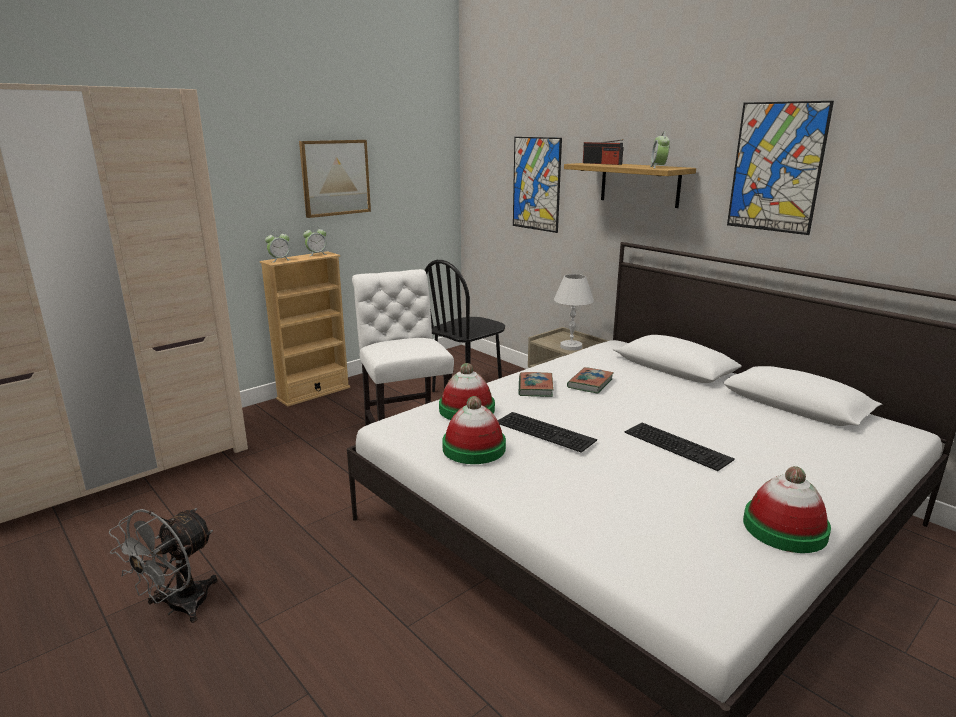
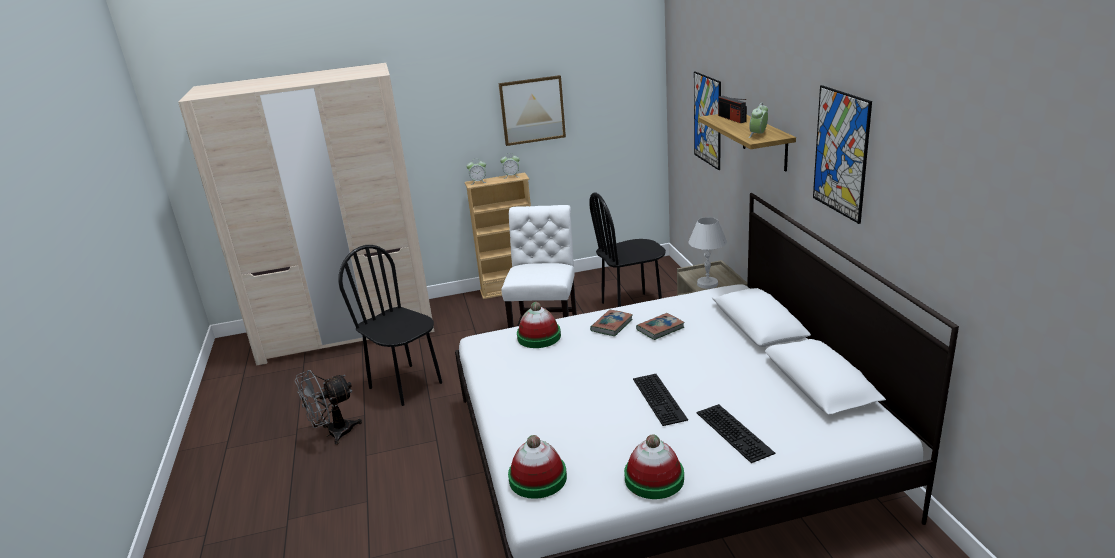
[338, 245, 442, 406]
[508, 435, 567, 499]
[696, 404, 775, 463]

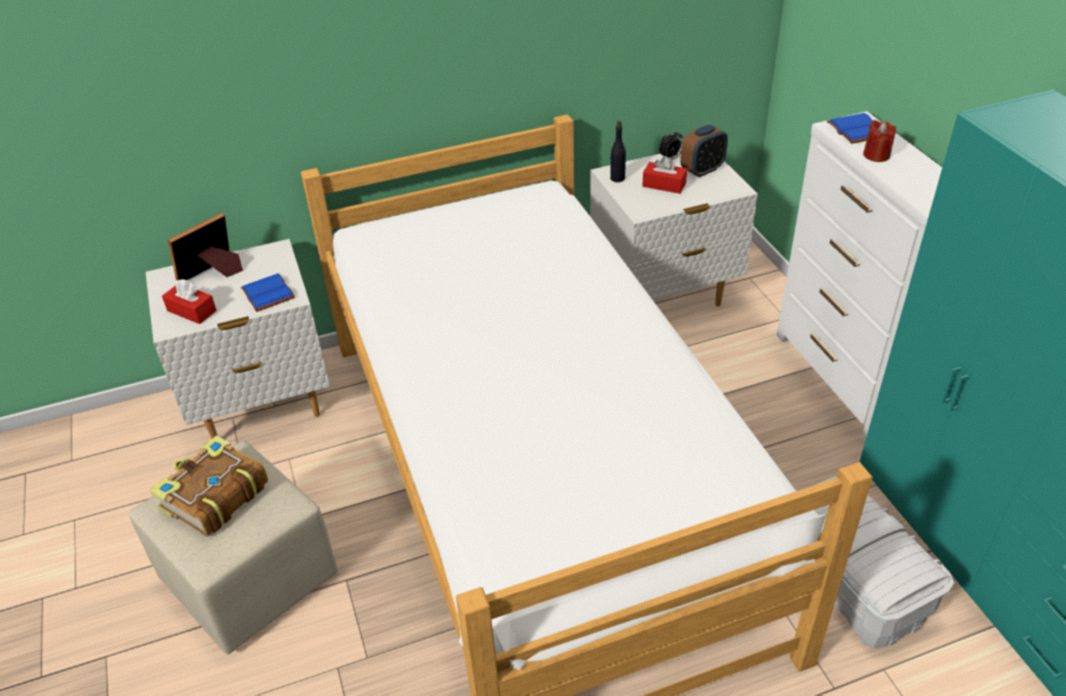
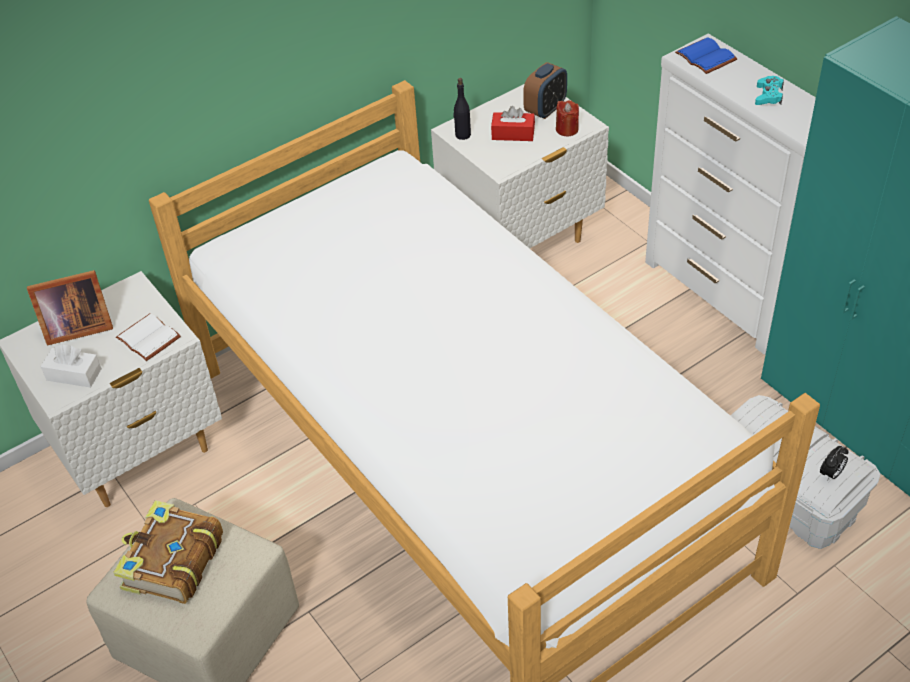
[27, 270, 113, 346]
[40, 345, 102, 388]
[116, 313, 181, 361]
[556, 100, 579, 136]
[755, 76, 784, 105]
[820, 446, 848, 481]

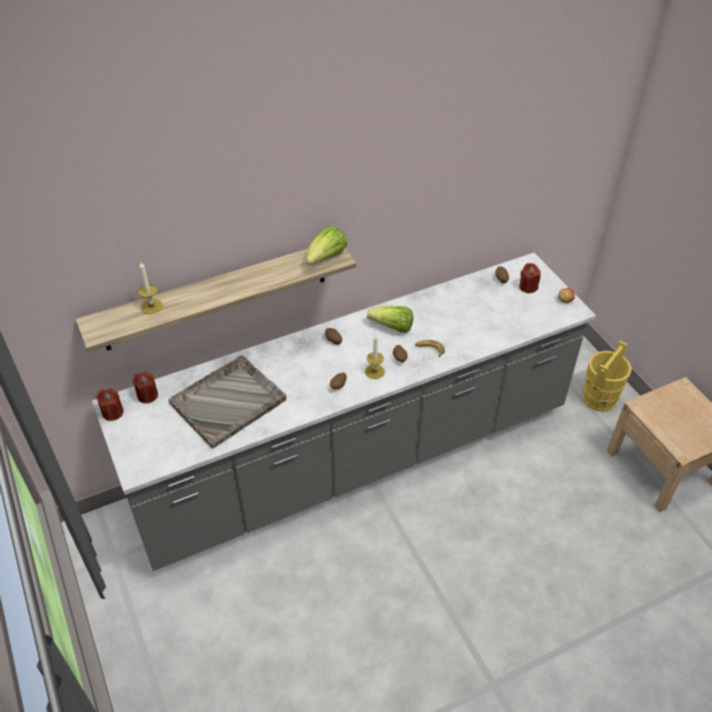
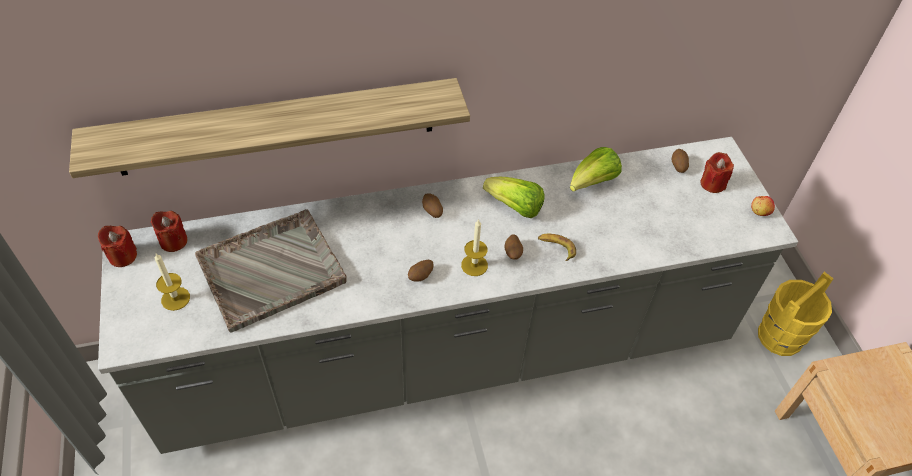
[155, 253, 190, 311]
[570, 147, 622, 192]

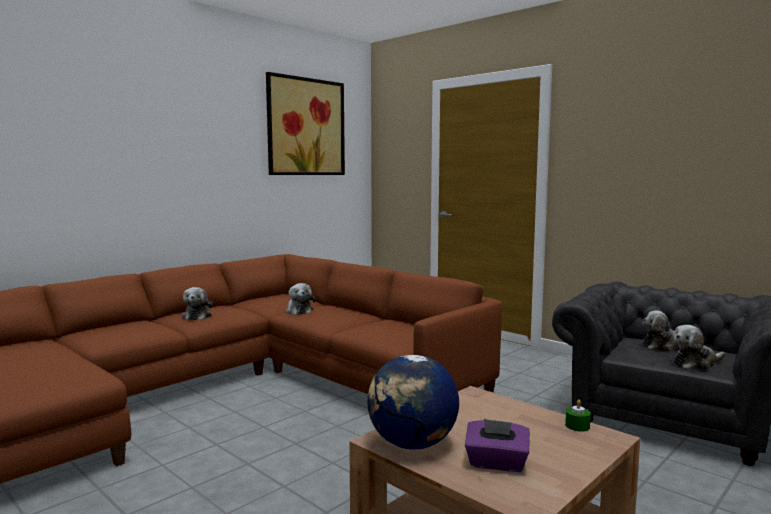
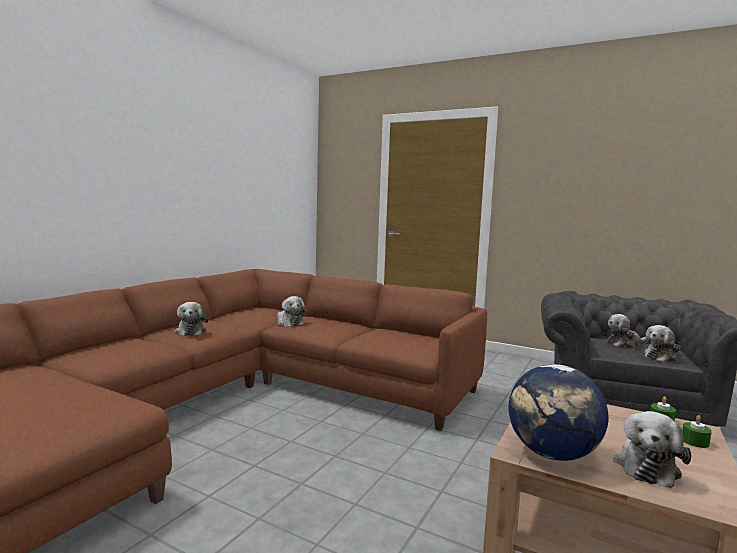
[613, 411, 691, 488]
[682, 415, 712, 448]
[266, 72, 345, 175] (first image)

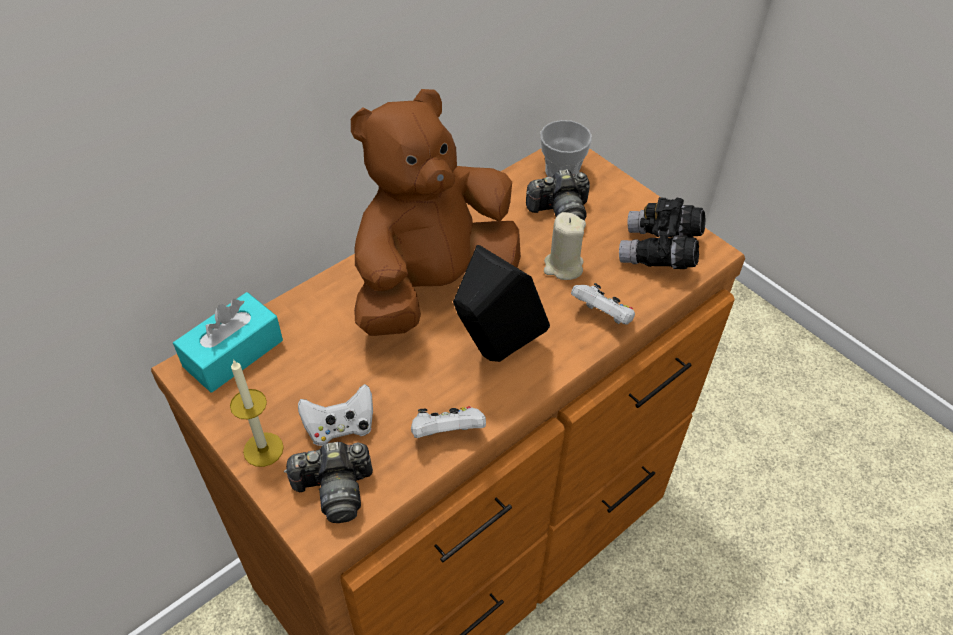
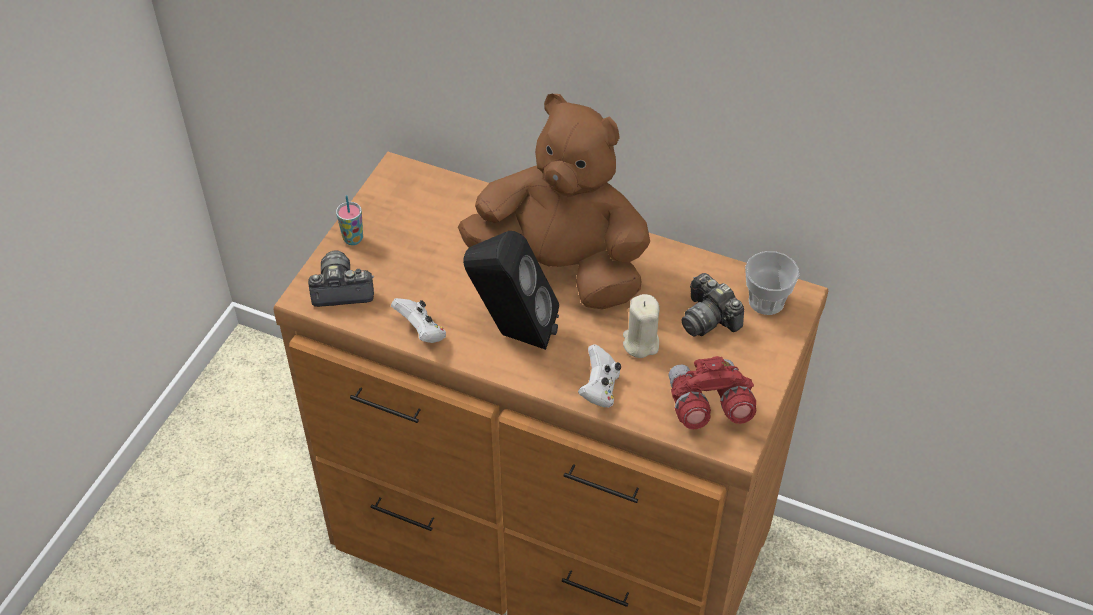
[308, 250, 374, 307]
[336, 195, 363, 245]
[668, 356, 756, 429]
[173, 292, 283, 393] (first image)
[298, 384, 373, 446] (first image)

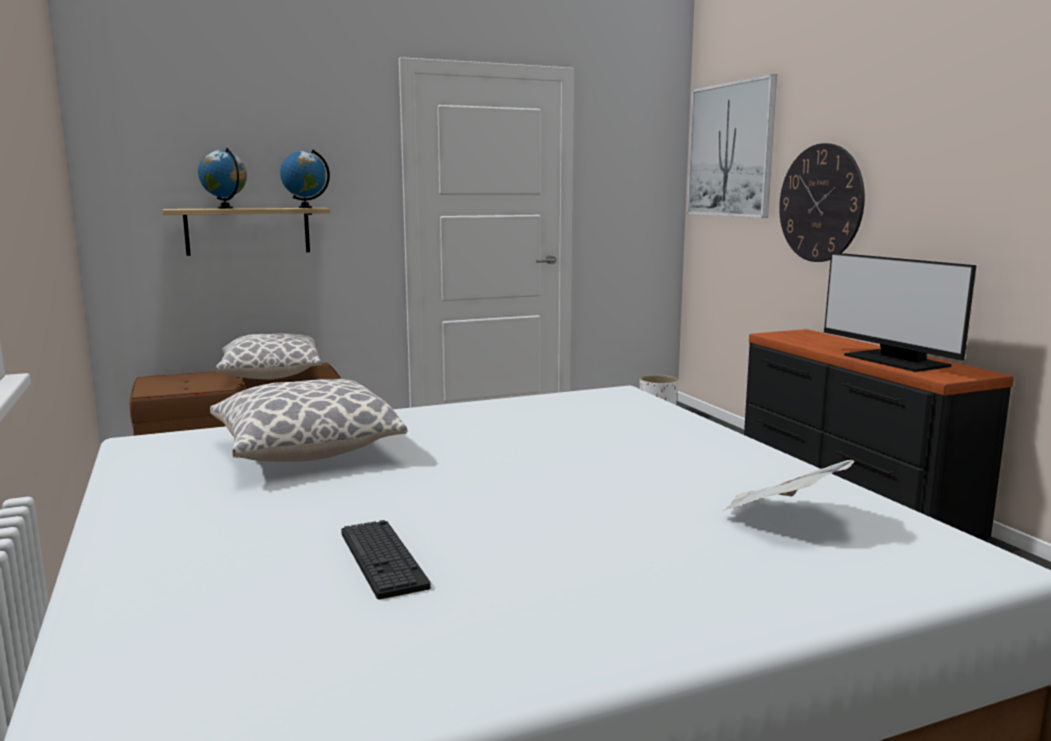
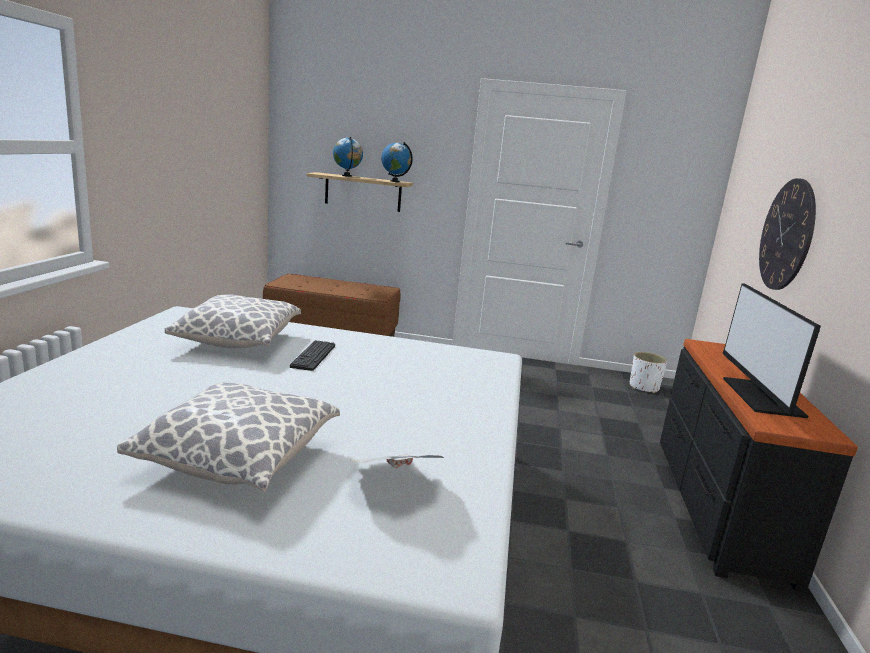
[117, 382, 340, 492]
[290, 340, 335, 371]
[687, 74, 777, 218] (first image)

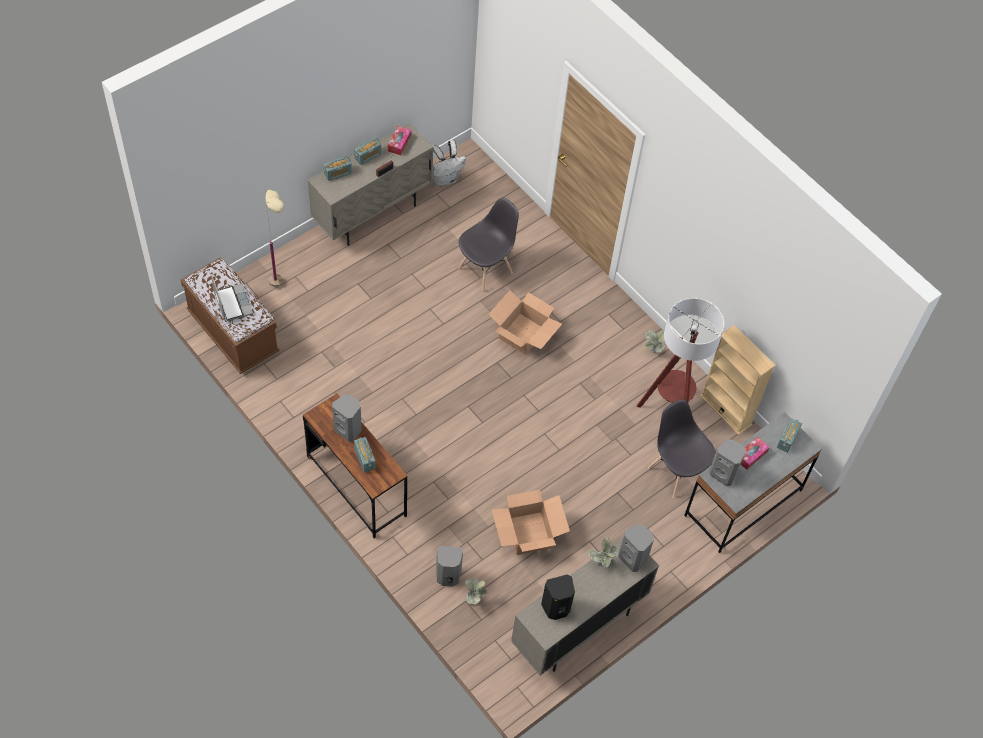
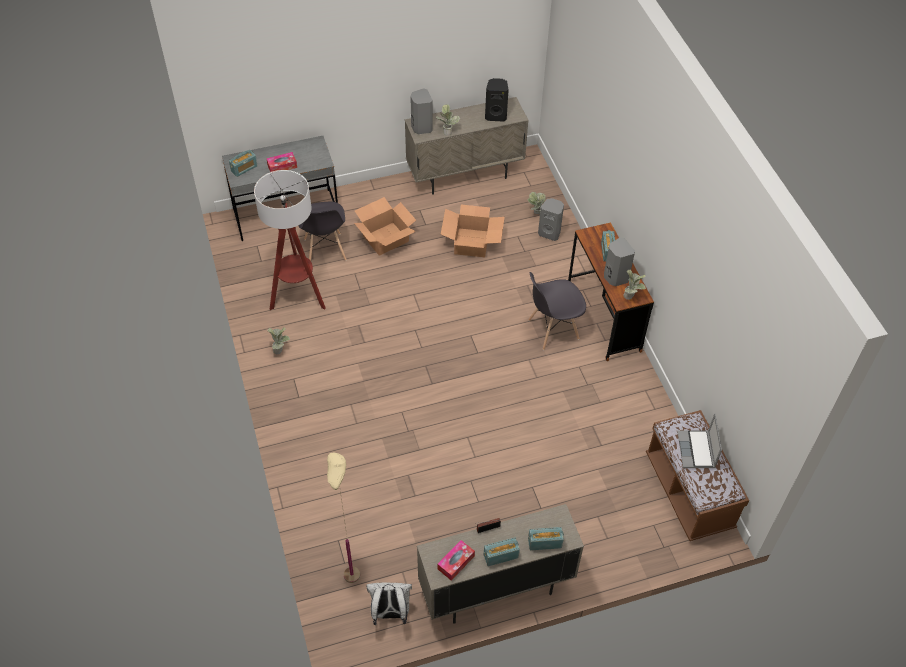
[327, 452, 360, 583]
[354, 197, 416, 256]
[528, 272, 586, 350]
[623, 270, 646, 300]
[700, 325, 776, 435] (first image)
[709, 439, 746, 486] (first image)

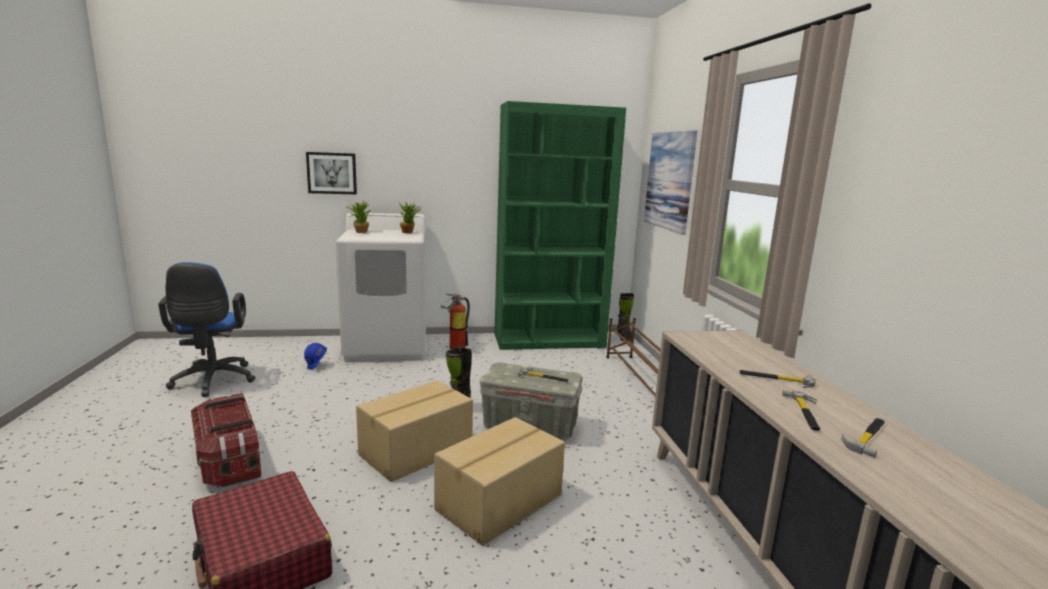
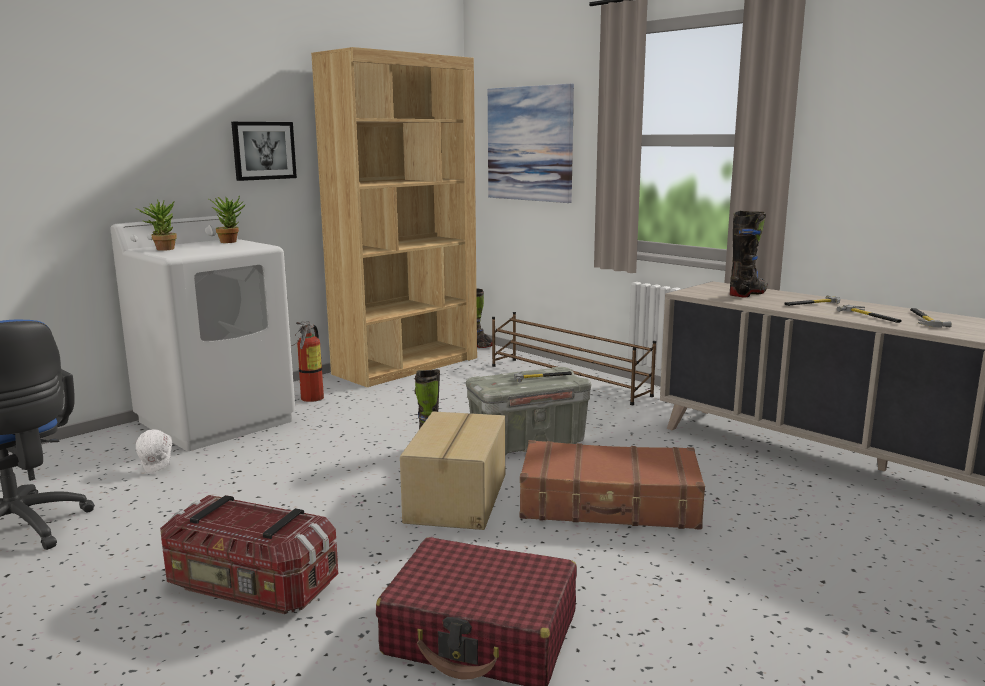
[136, 429, 172, 473]
[231, 122, 297, 181]
[311, 47, 477, 387]
[520, 440, 705, 530]
[730, 210, 768, 298]

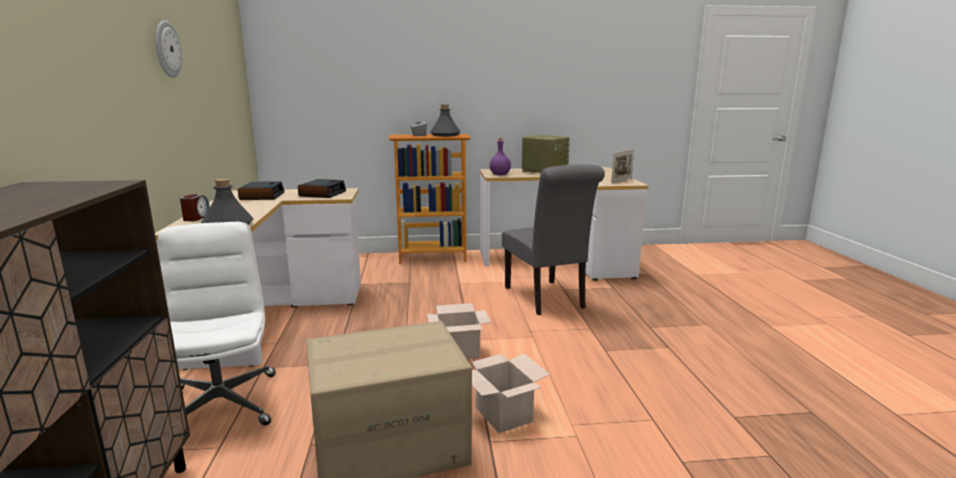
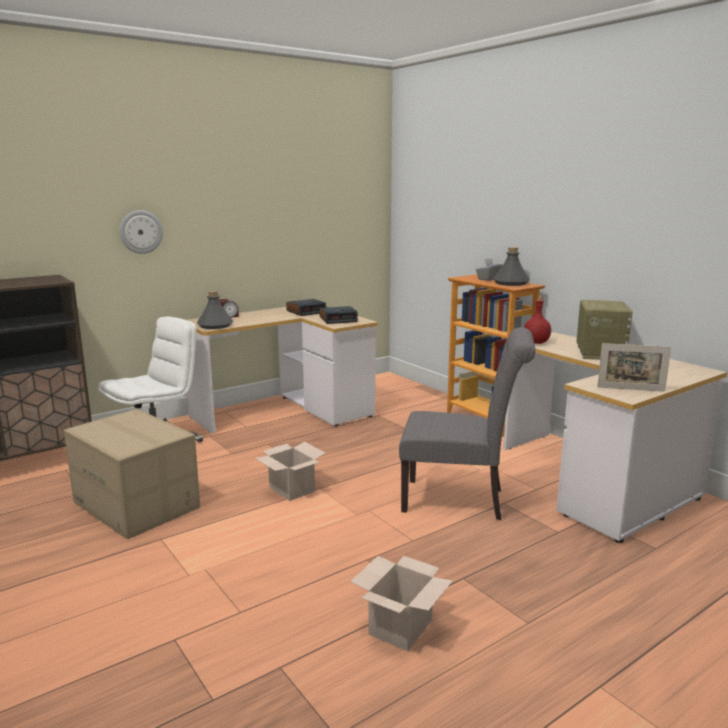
[120, 210, 163, 254]
[350, 556, 453, 651]
[399, 327, 535, 520]
[524, 296, 551, 344]

